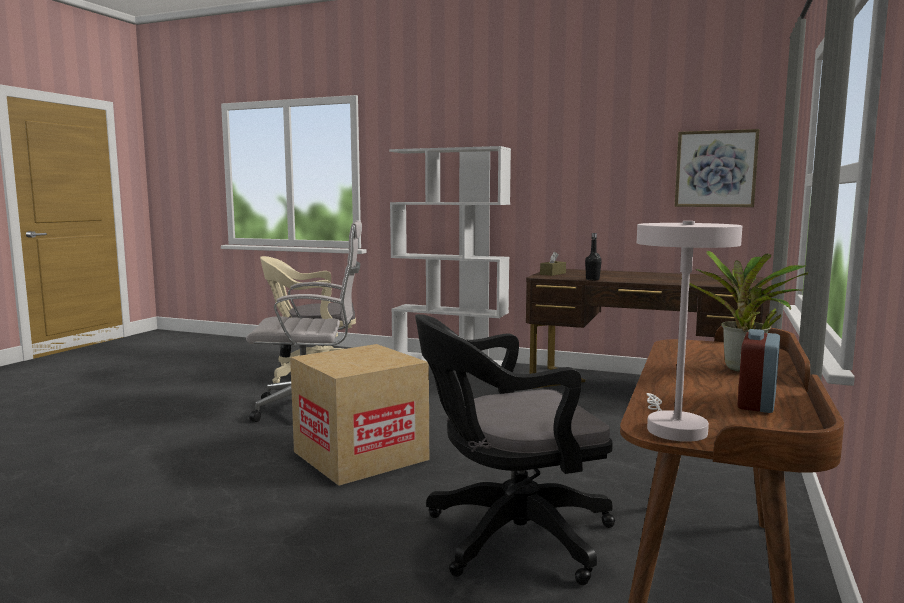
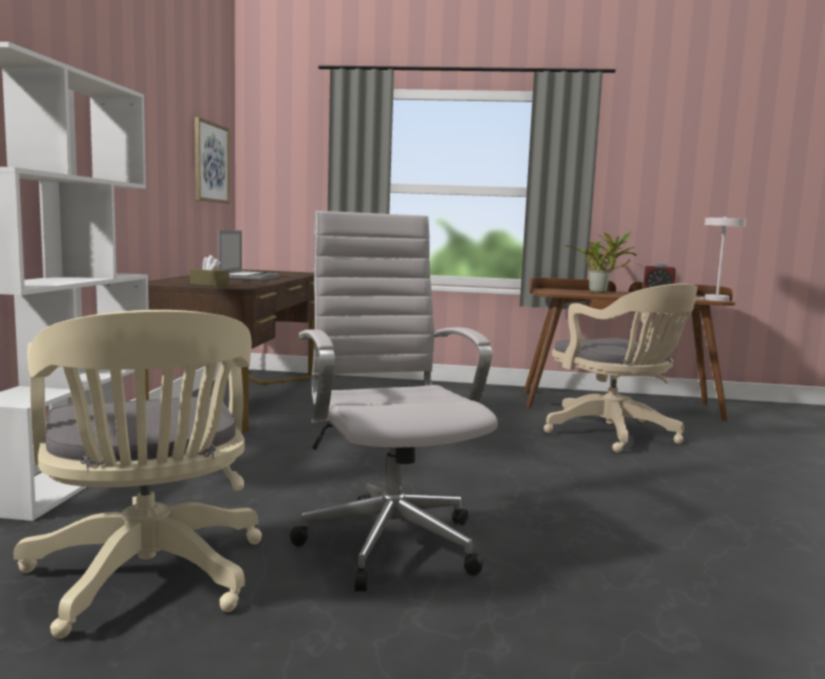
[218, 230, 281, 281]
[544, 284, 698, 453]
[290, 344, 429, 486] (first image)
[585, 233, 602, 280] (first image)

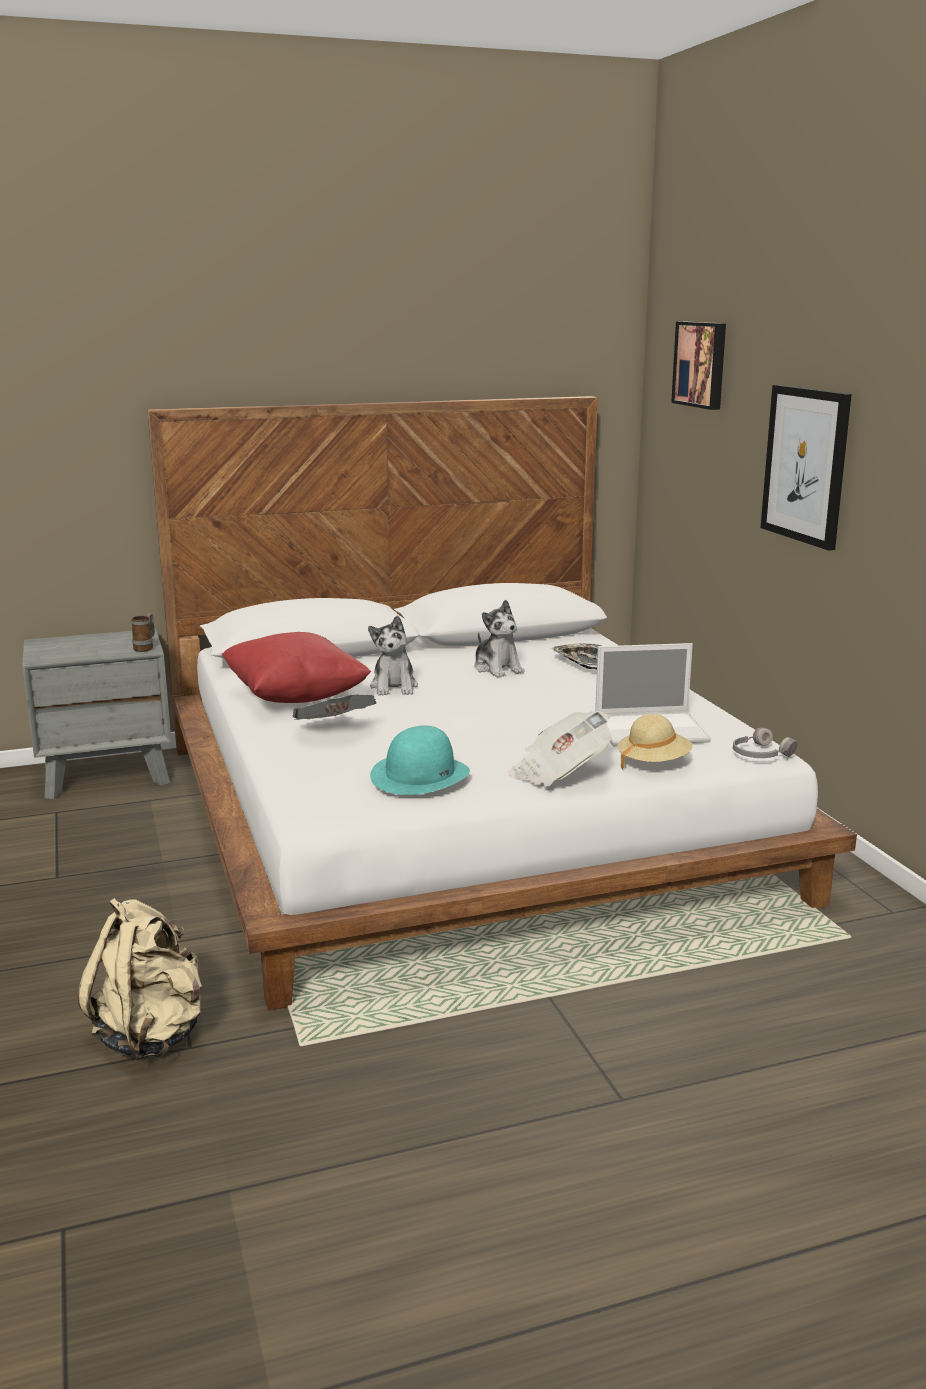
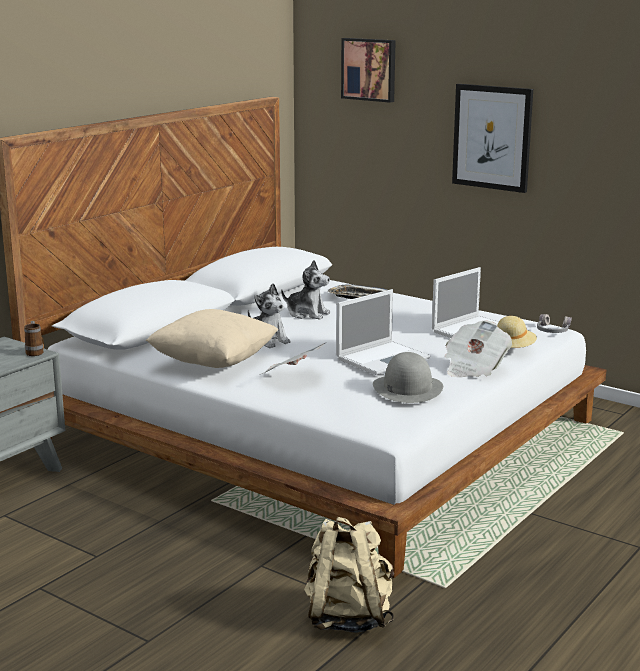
[146, 309, 278, 368]
[336, 289, 430, 375]
[373, 352, 443, 403]

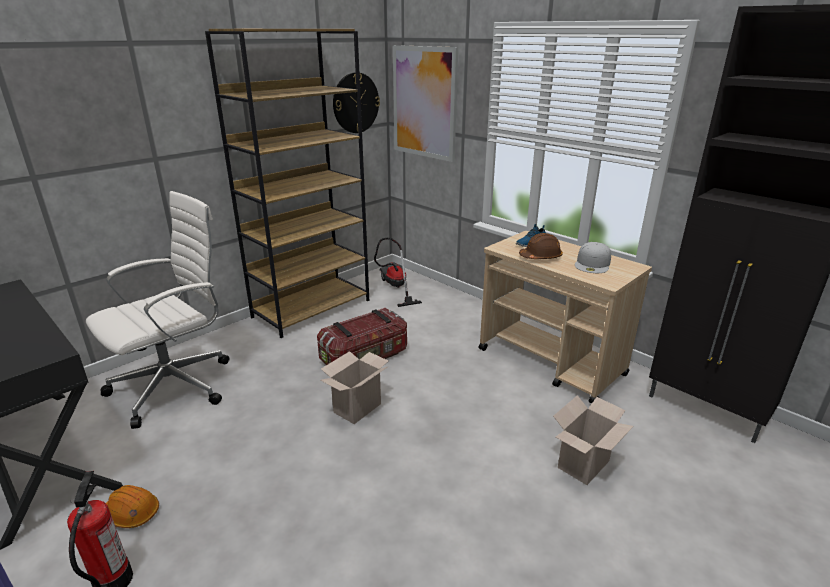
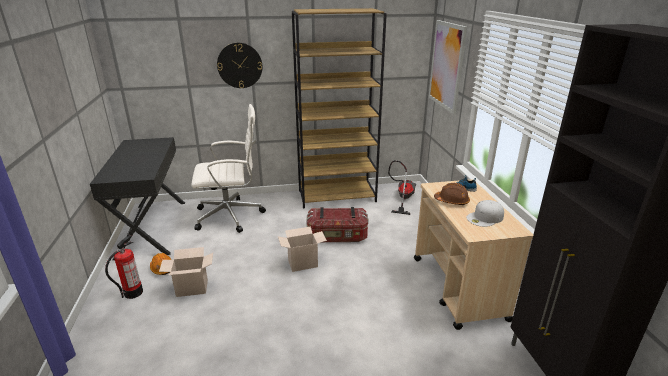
[159, 247, 213, 297]
[217, 43, 262, 88]

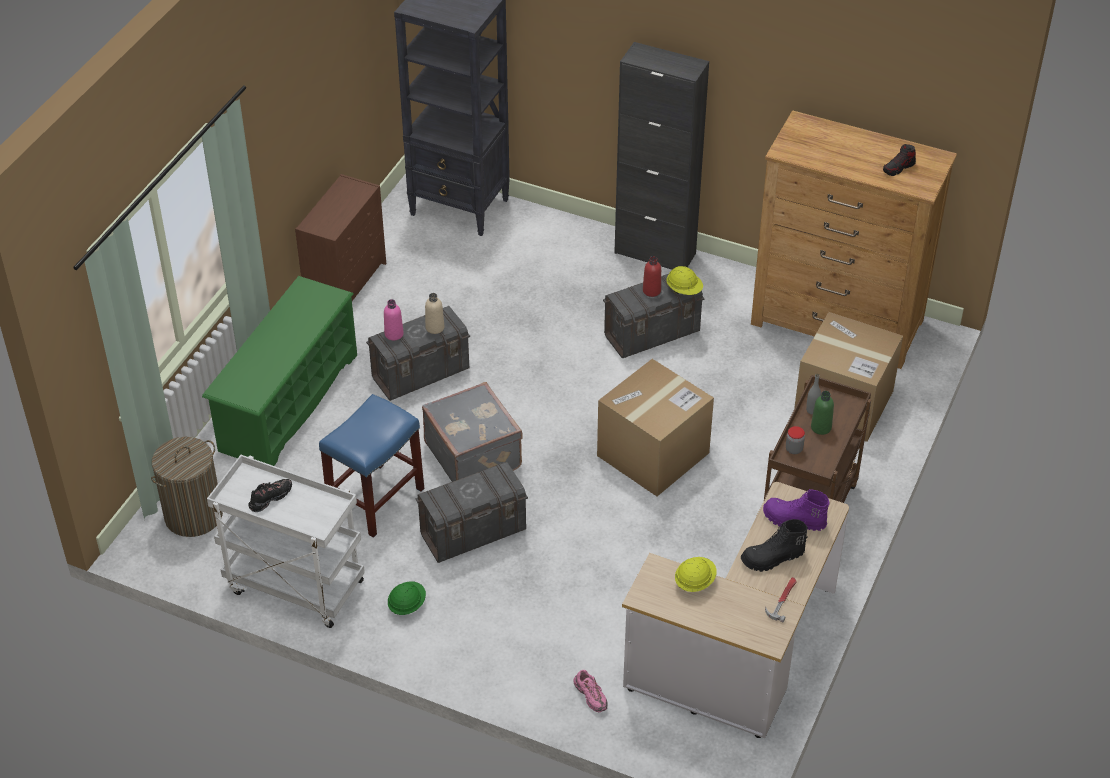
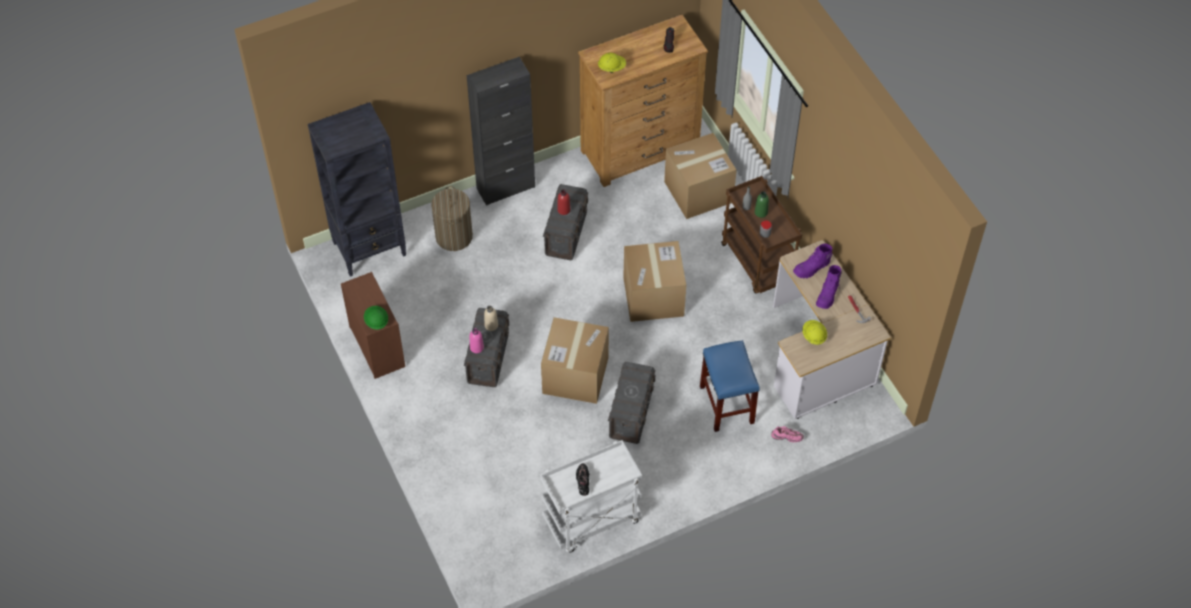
[364, 306, 388, 330]
[431, 186, 473, 251]
[541, 317, 609, 404]
[598, 53, 626, 73]
[700, 340, 760, 432]
[816, 265, 842, 309]
[202, 276, 357, 466] (first image)

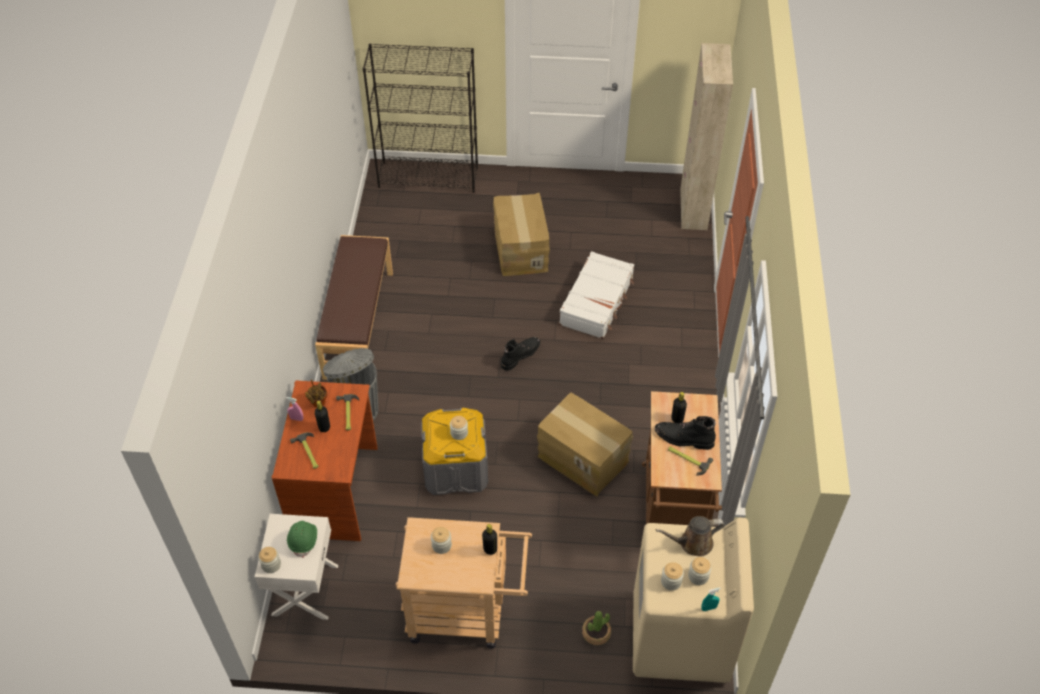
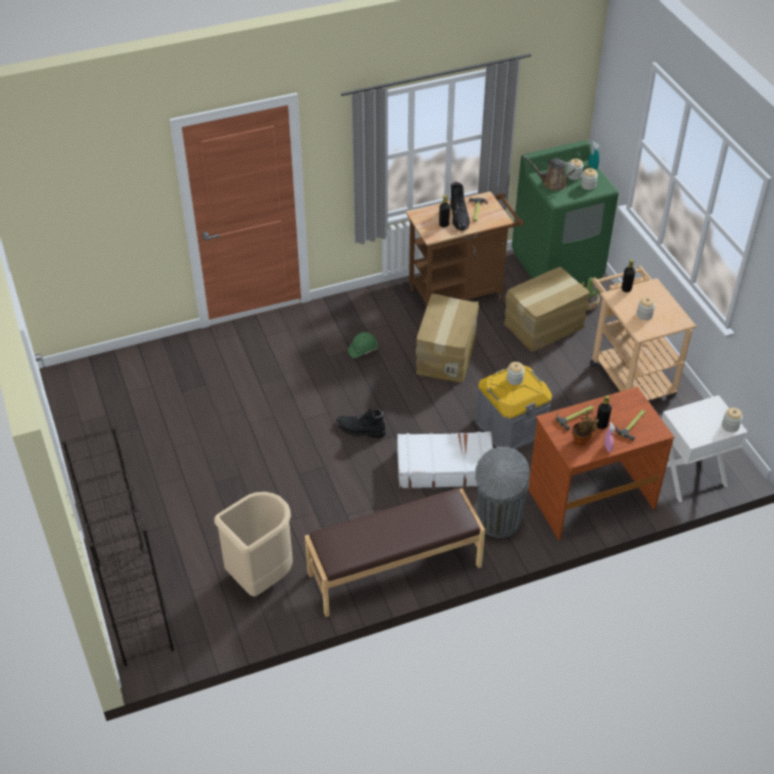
[214, 492, 293, 597]
[348, 332, 378, 358]
[397, 432, 493, 489]
[504, 267, 590, 352]
[512, 140, 619, 284]
[523, 155, 575, 191]
[680, 43, 733, 230] (first image)

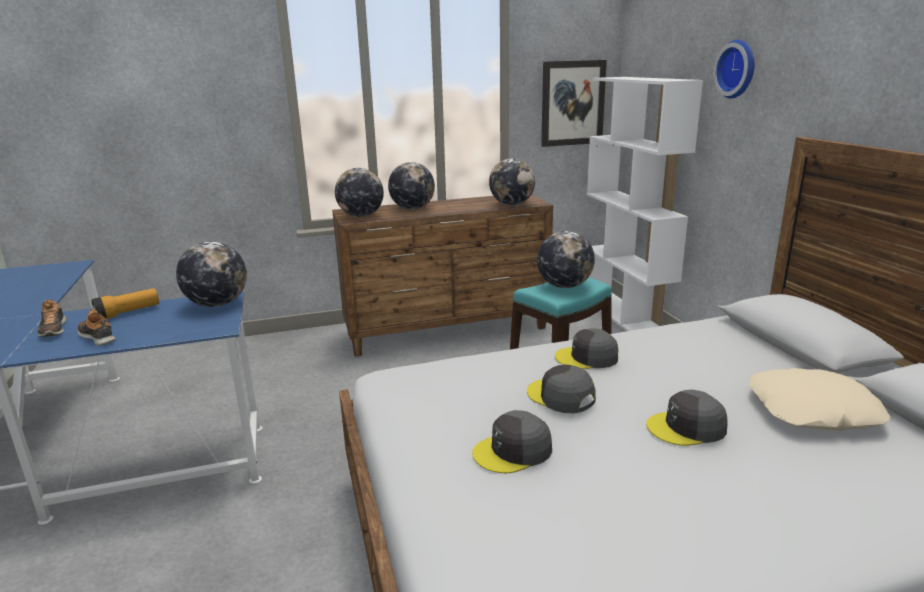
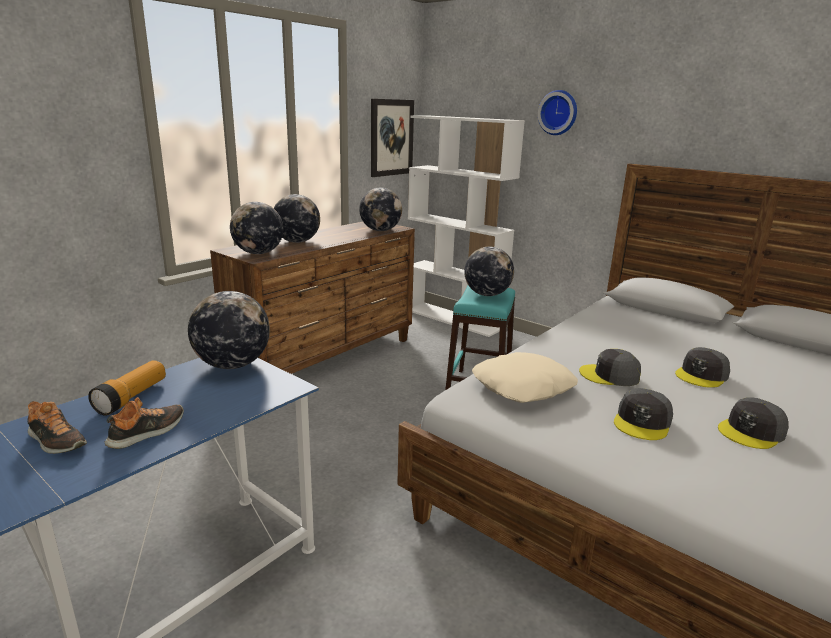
[104, 397, 184, 449]
[472, 352, 578, 403]
[718, 397, 788, 449]

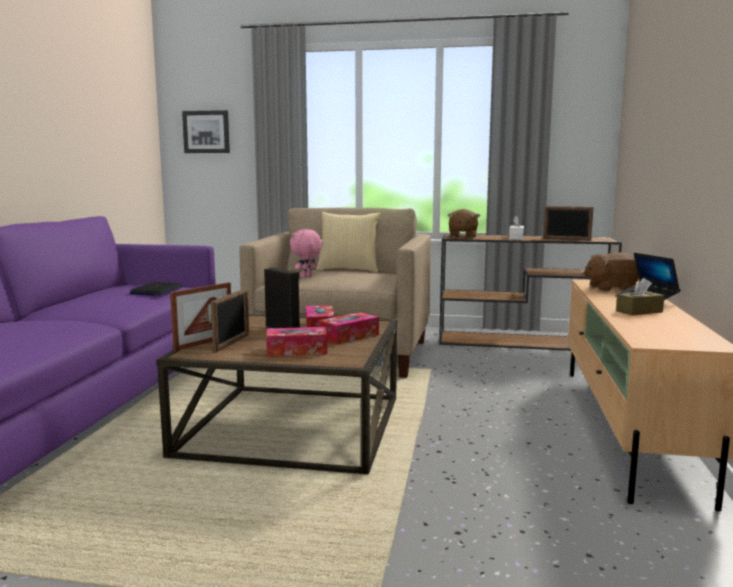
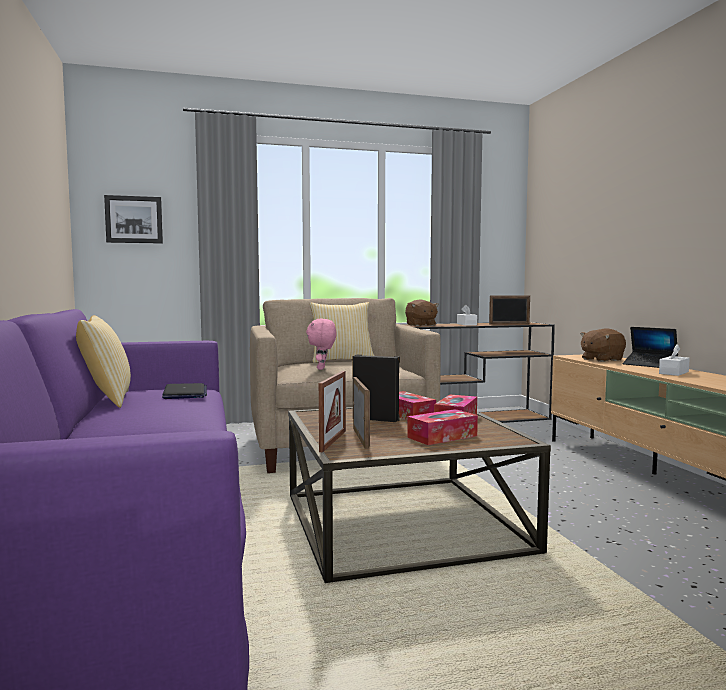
[76, 315, 131, 408]
[659, 344, 690, 376]

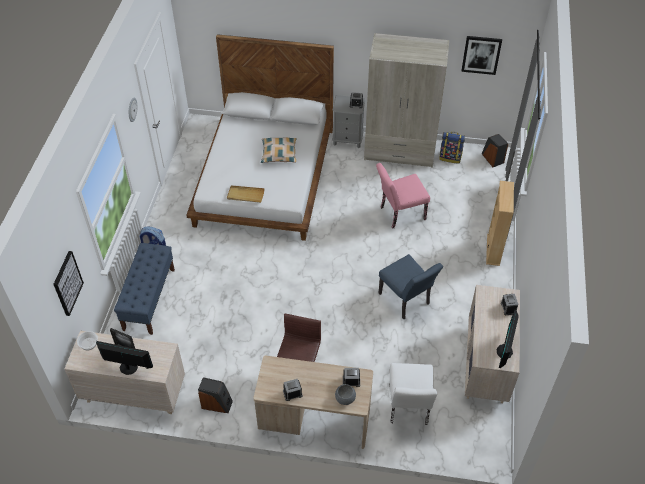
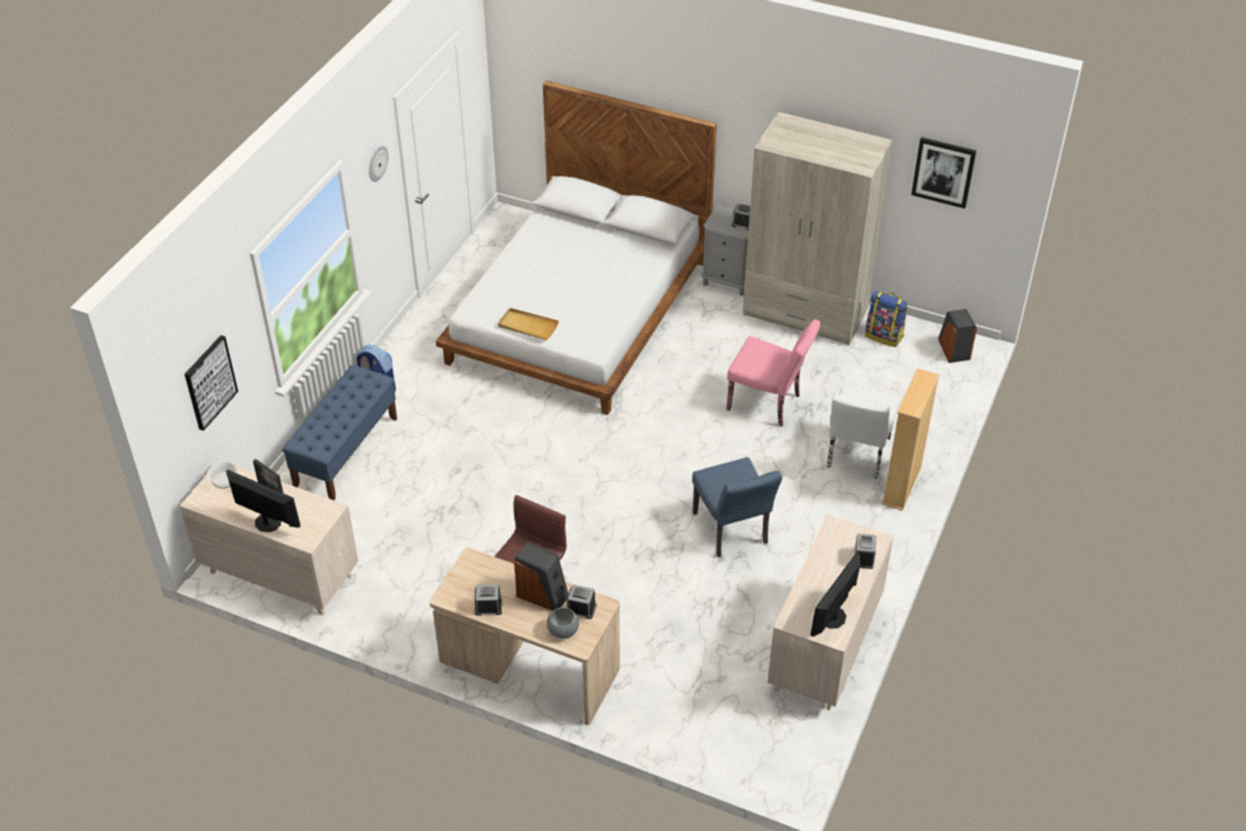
[514, 541, 568, 611]
[727, 319, 821, 427]
[827, 385, 899, 479]
[261, 138, 297, 163] (first image)

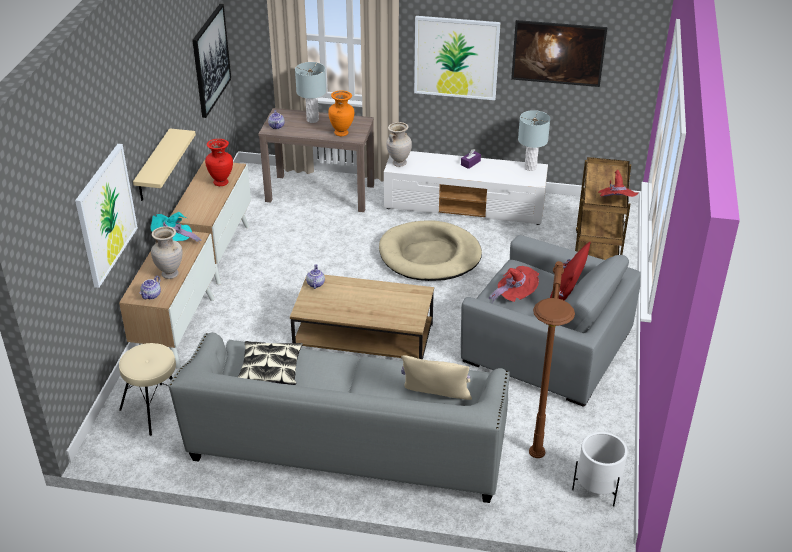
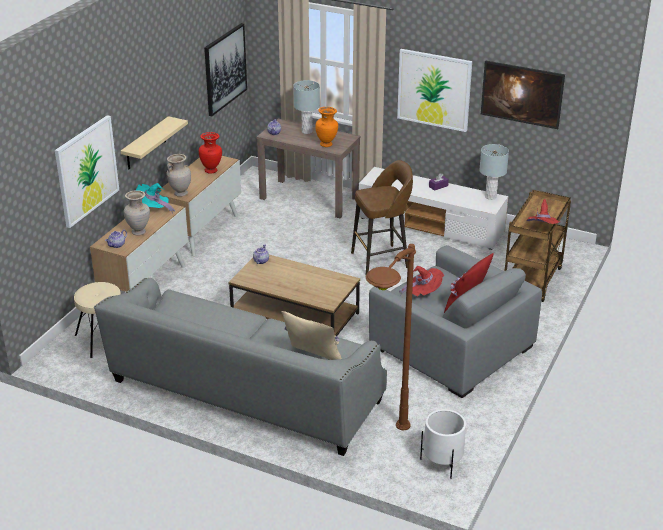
[167, 154, 191, 197]
[351, 160, 413, 274]
[238, 341, 303, 385] (first image)

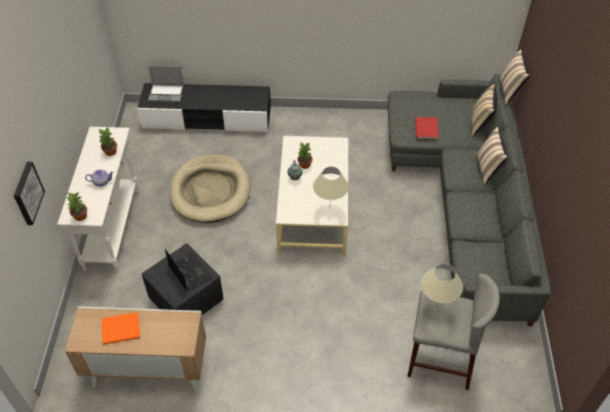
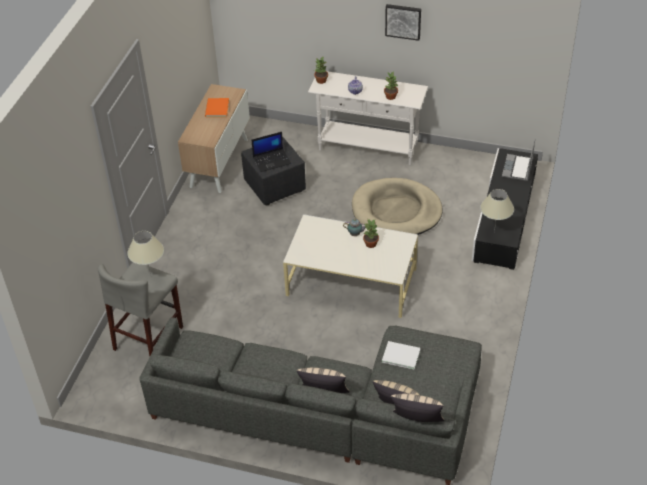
[382, 341, 420, 369]
[385, 4, 421, 41]
[480, 189, 514, 233]

